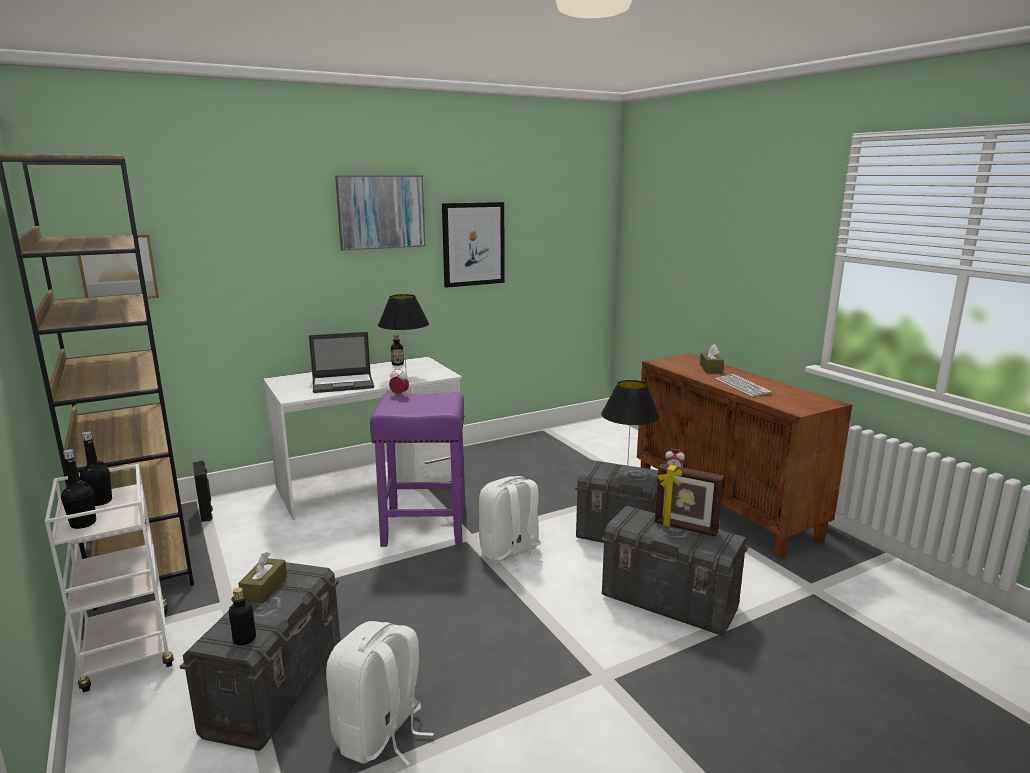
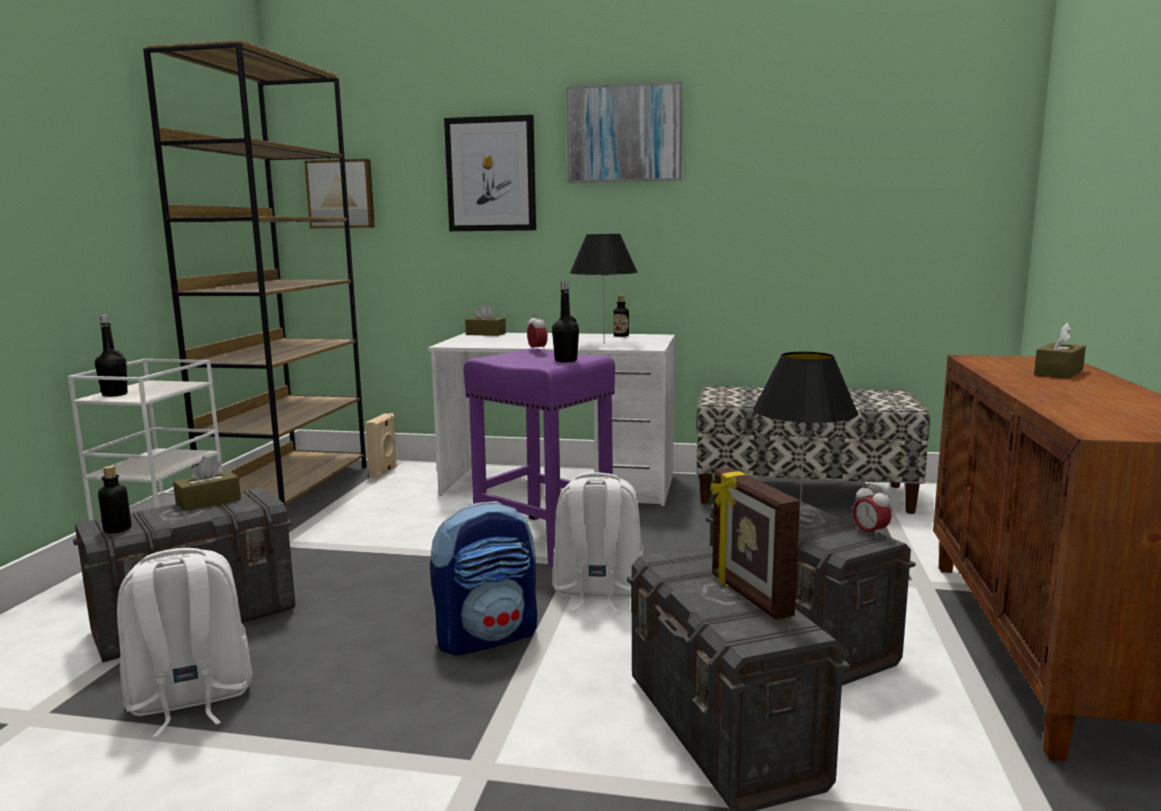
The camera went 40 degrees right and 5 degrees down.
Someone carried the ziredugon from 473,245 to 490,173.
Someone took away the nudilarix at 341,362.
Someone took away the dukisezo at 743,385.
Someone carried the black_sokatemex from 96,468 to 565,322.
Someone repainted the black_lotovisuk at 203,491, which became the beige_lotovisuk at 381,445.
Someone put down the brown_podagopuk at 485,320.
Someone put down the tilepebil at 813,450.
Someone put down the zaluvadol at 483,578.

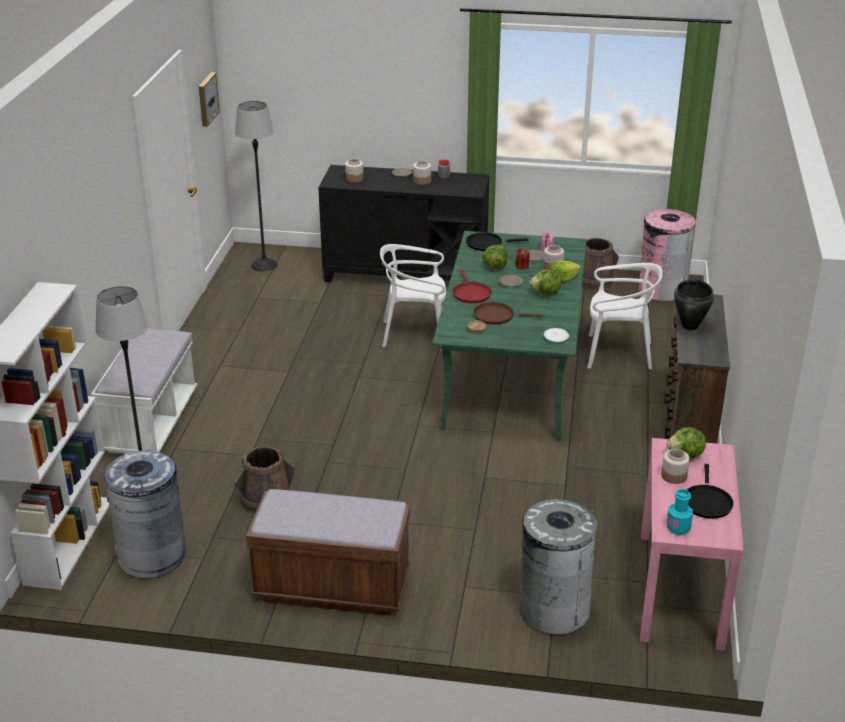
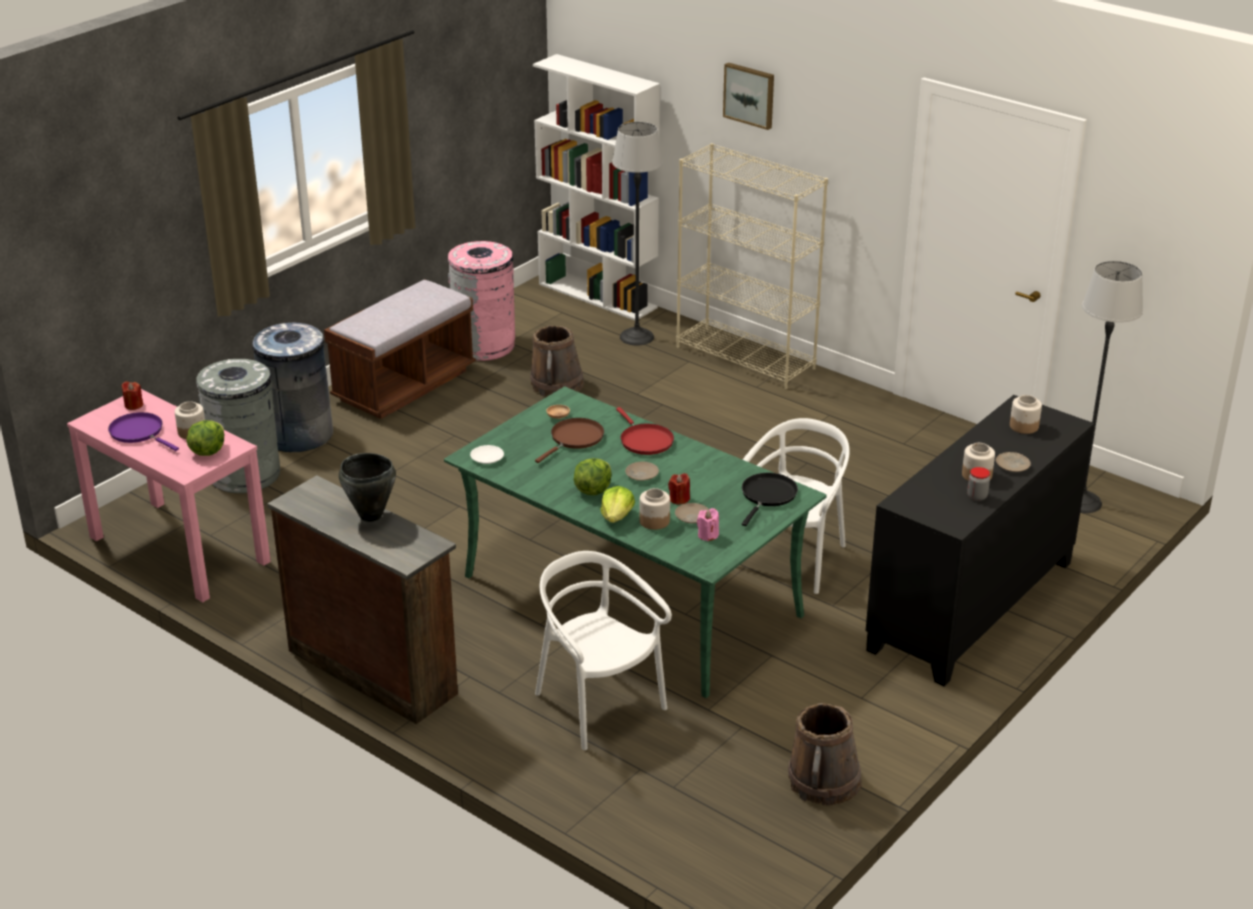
The camera went 120 degrees right and 0 degrees up.
Someone carried the ziredugon from 209,99 to 748,96.
Someone carried the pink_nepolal from 667,255 to 481,301.
Someone took away the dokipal at 495,257.
Someone rotated the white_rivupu at 624,316 by 105 degrees clockwise.
Someone rotated the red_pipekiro at 472,286 by 135 degrees counterclockwise.
Someone swapped the white_tilepebil at 143,391 for the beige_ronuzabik at 752,266.
Someone carried the grey_nepolal from 144,514 to 292,387.
Someone repainted the black_pipekiro at 710,491, which became the purple_pipekiro at 143,431.
Someone swapped the turquoise_sokatemex at 680,512 for the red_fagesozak at 132,395.

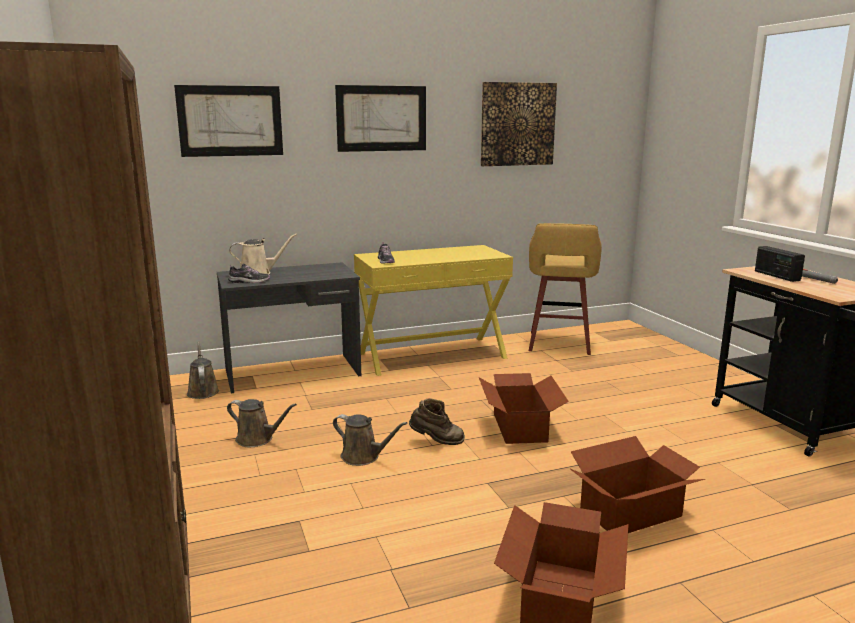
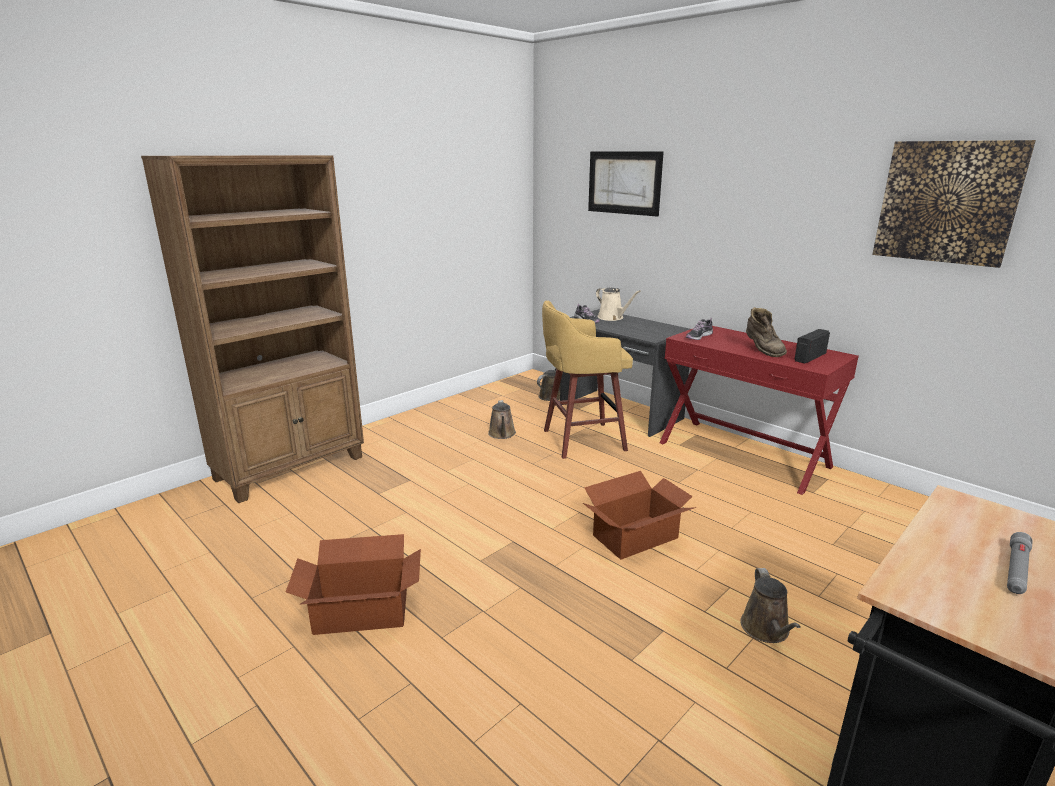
The camera went 65 degrees right and 5 degrees up.
Someone took away the ziredugon at 380,118.
Someone carried the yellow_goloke from 565,289 to 587,379.
Someone repainted the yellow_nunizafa at 433,310, which became the red_nunizafa at 759,410.
Someone carried the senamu from 780,264 to 812,346.
Someone carried the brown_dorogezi from 437,421 to 766,332.
Someone carried the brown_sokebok from 370,440 to 770,605.
Someone took away the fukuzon at 637,484.

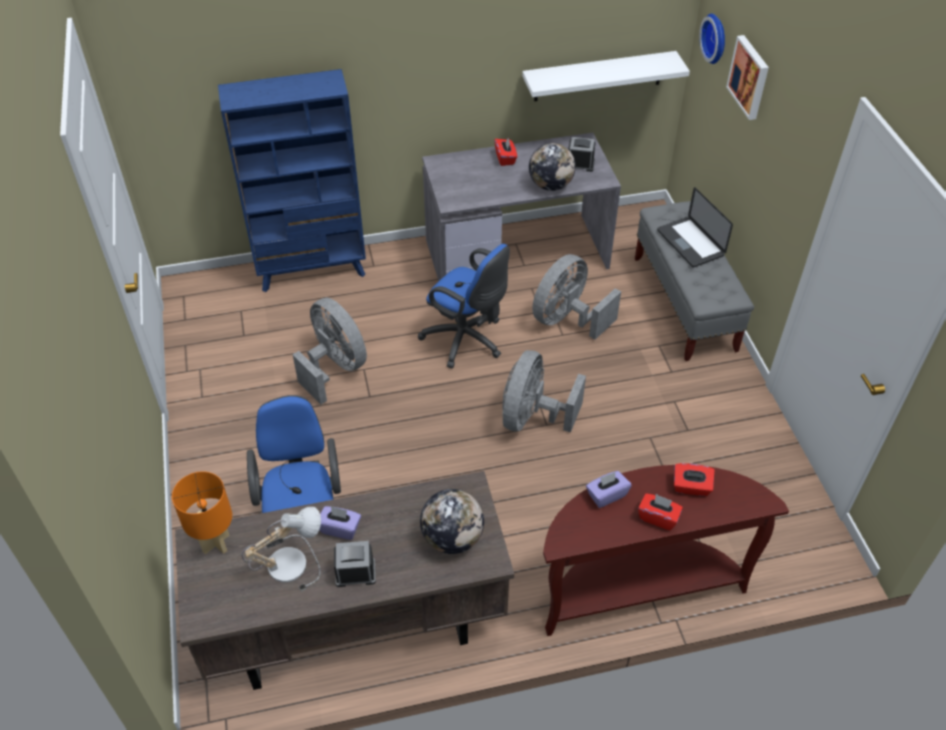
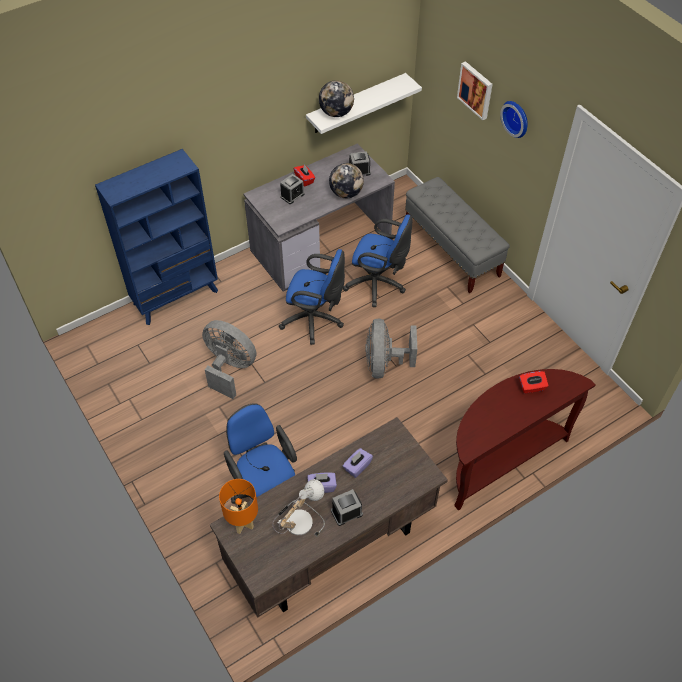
The camera went 20 degrees left and 5 degrees up.
Someone carried the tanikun from 712,39 to 514,119.
Someone took away the nudilarix at 695,227.
Someone swapped the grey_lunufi at 576,297 for the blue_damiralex at 377,260.
Someone carried the purple_podagopuk from 608,489 to 358,463.
Someone carried the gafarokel from 452,521 to 336,98.
Someone took away the red_podagopuk at 660,511.
Someone put down the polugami at 292,189.

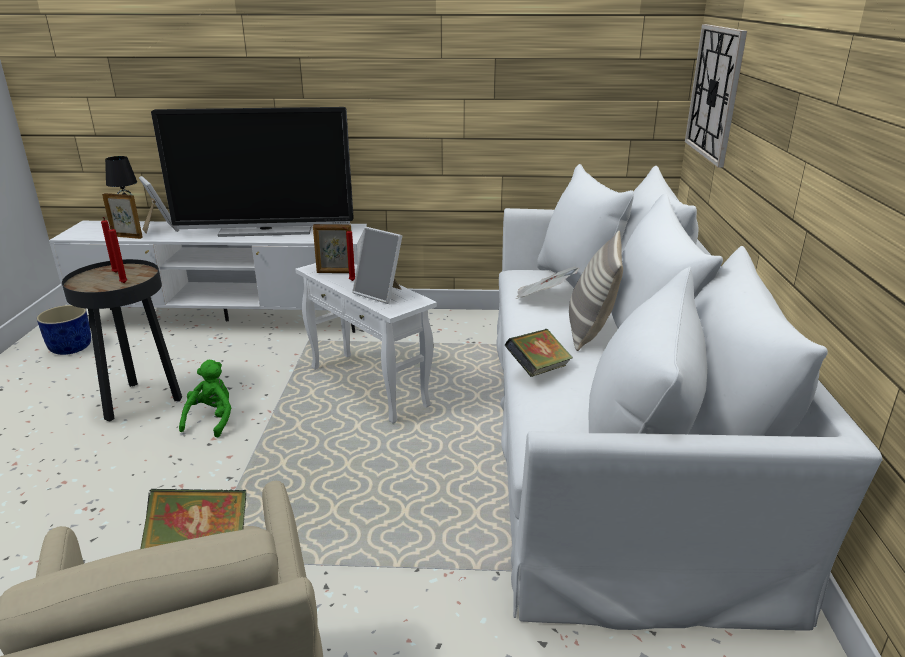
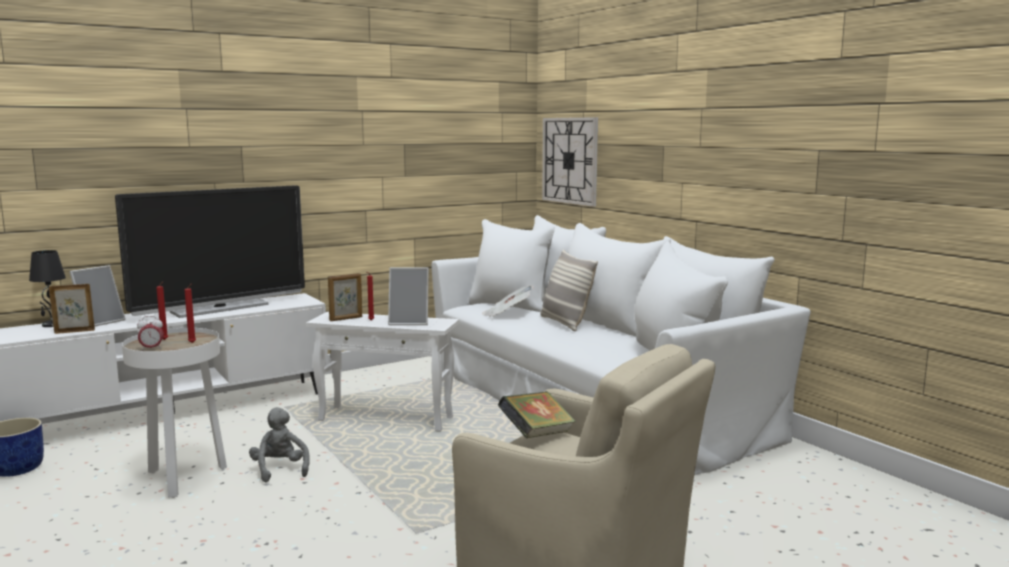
The camera went 35 degrees left and 15 degrees down.
Someone rotated the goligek at 159,205 by 105 degrees clockwise.
Someone repainted the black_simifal at 122,340, which became the white_simifal at 174,413.
Someone took away the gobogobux at 539,353.
Someone repainted the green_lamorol at 205,398, which became the grey_lamorol at 279,444.
Someone put down the polugami at 150,333.

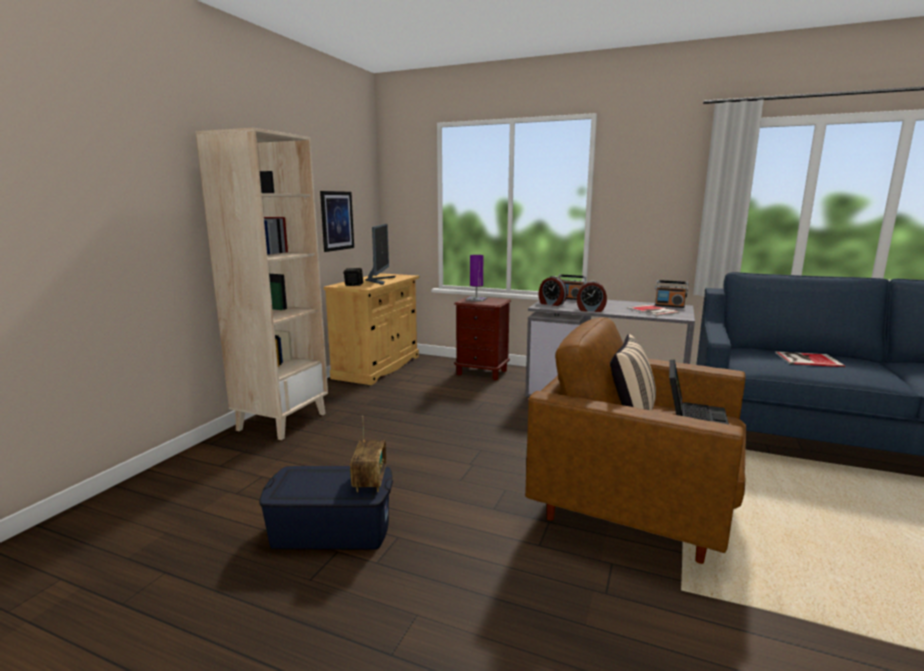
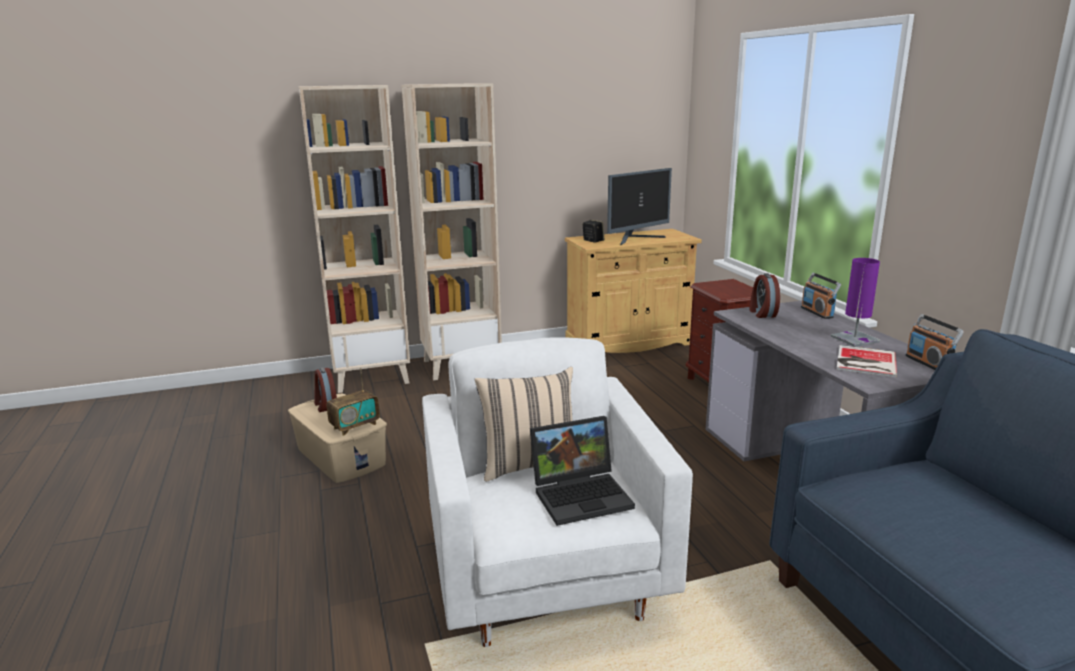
The camera went 50 degrees right and 5 degrees up.
Someone took away the ziredugon at 337,221.
Someone carried the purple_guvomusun from 476,278 to 855,302.
Someone carried the polugami from 592,296 to 325,389.
Someone repainted the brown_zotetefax at 635,440, which became the white_zotetefax at 557,492.
Someone took away the gobogobux at 810,359.
Someone repainted the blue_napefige at 326,508, which became the beige_napefige at 337,438.
Someone put down the beige_ronuzabik at 354,239.

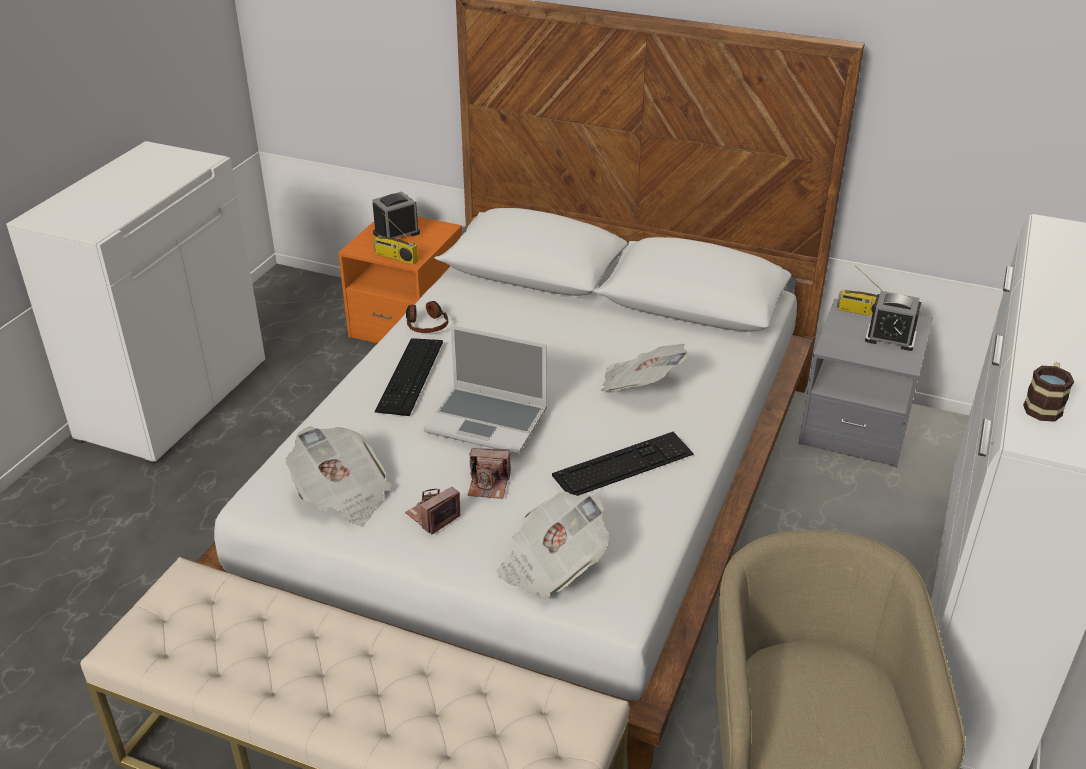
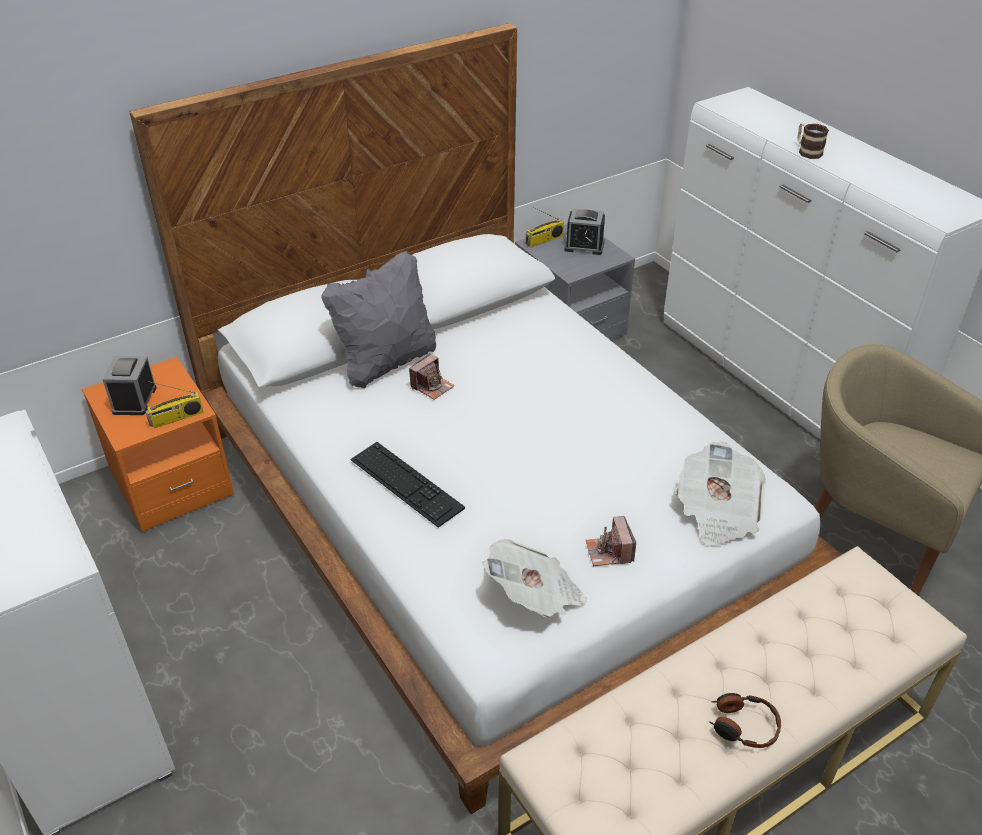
The camera went 55 degrees left and 5 degrees up.
Someone rotated the polugami at 893,321 by 45 degrees clockwise.
Someone carried the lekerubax from 427,317 to 744,720.
Someone took away the nudilarix at 485,389.
Someone took away the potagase at 644,367.
Someone carried the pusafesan from 1048,392 to 813,141.
Someone took away the dukisezo at 623,464.
Someone carried the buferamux from 489,473 to 432,376.
Someone put down the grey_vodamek at 378,319.

